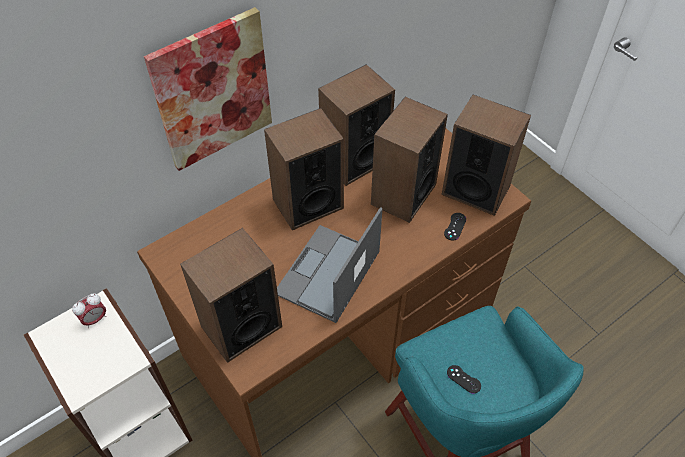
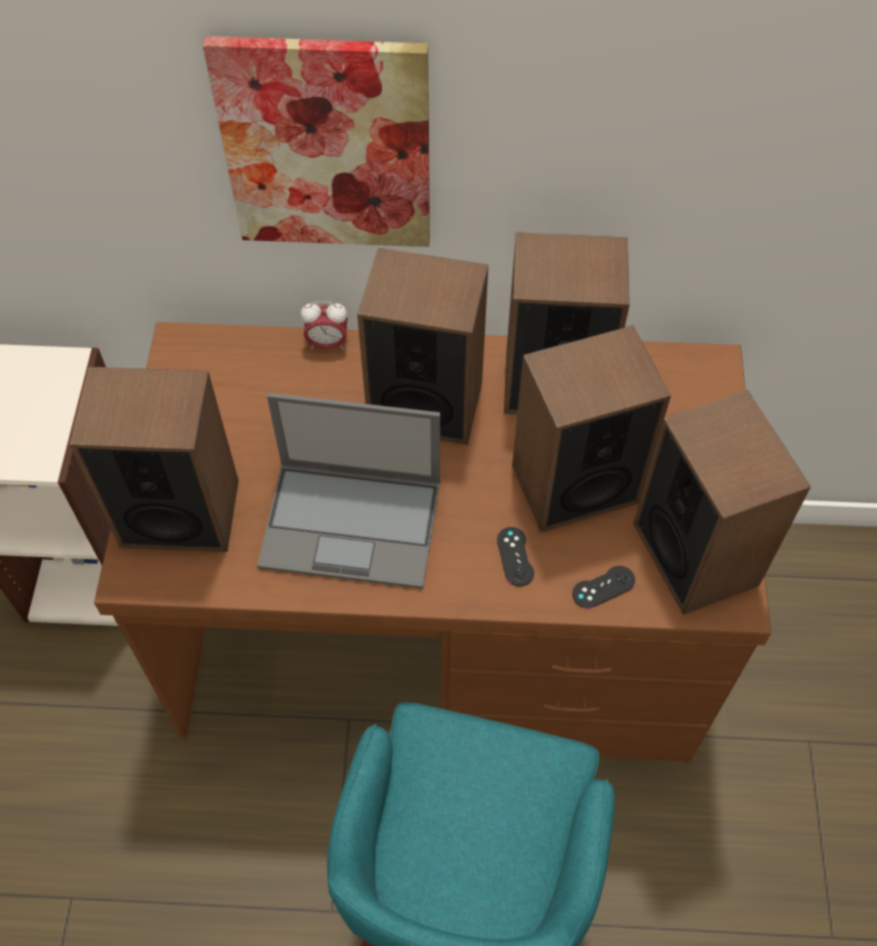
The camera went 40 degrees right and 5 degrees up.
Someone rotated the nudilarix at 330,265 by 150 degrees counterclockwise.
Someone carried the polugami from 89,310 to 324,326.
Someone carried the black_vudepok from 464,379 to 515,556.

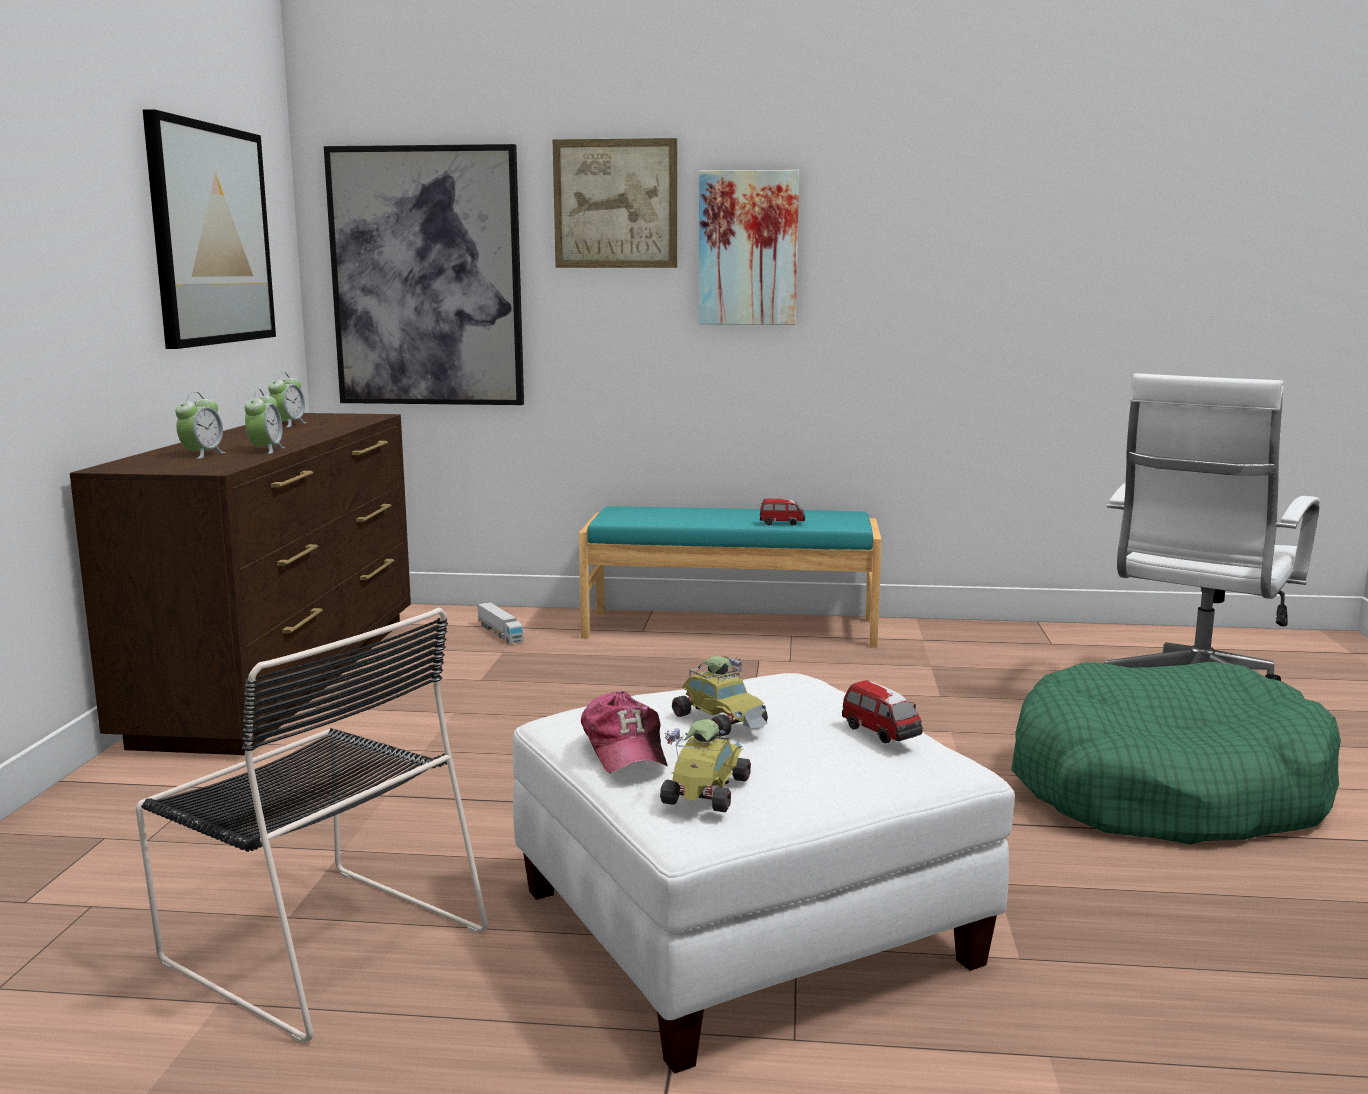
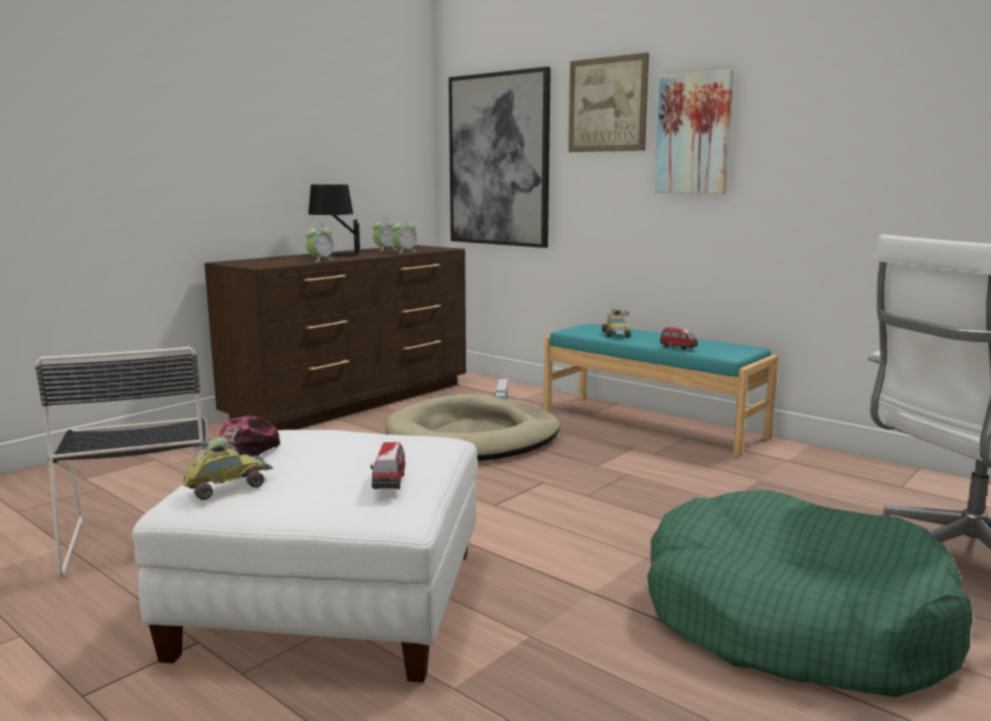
The camera went 35 degrees right and 0 degrees up.
Someone took away the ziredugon at 209,229.
Someone carried the polugami from 200,425 to 404,235.
Someone carried the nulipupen from 720,696 to 616,322.
Someone put down the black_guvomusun at 334,220.
Someone put down the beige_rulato at 472,427.

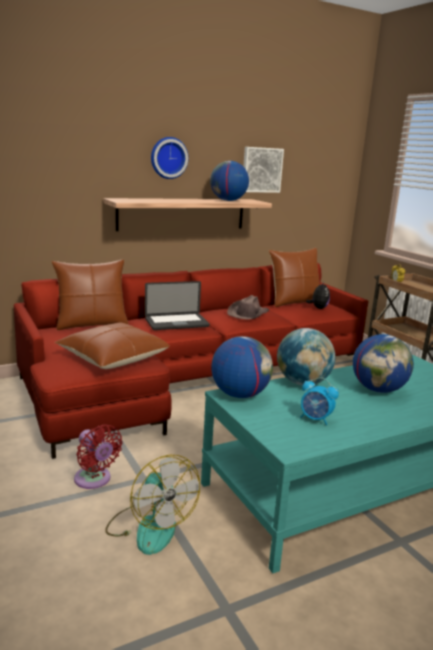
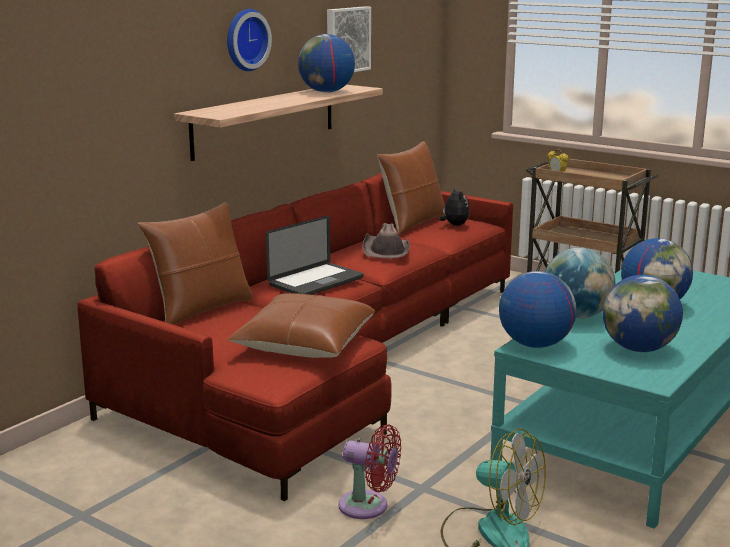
The camera went 25 degrees left and 0 degrees up.
Someone swapped the polugami at 319,401 for the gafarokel at 642,313.

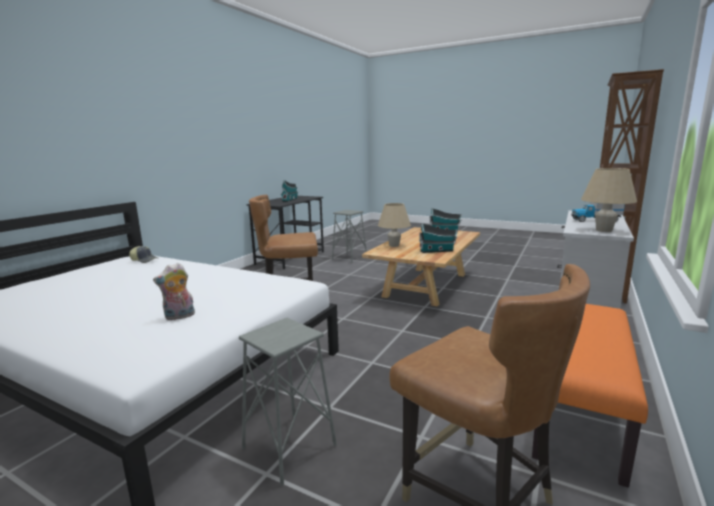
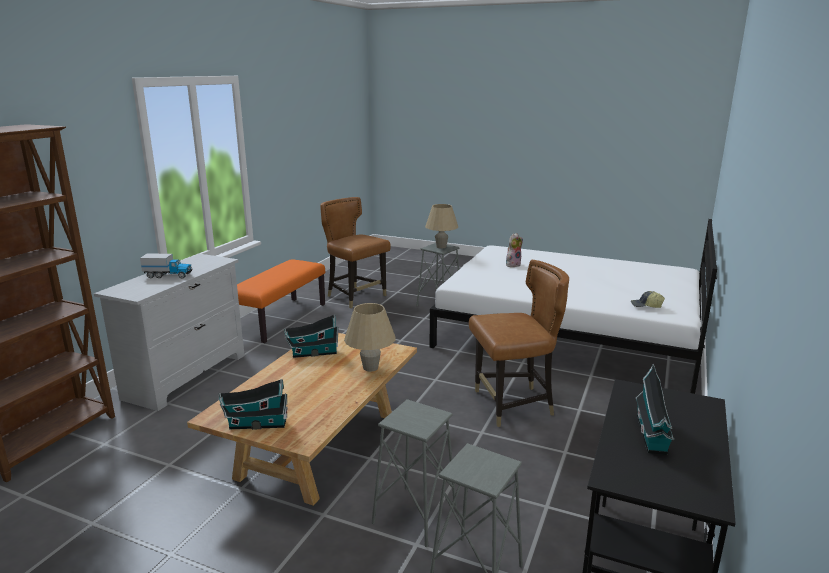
The camera went 175 degrees right and 5 degrees up.
Someone carried the beige_guvomusun from 609,200 to 441,226.
Someone put down the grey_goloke at 414,473.

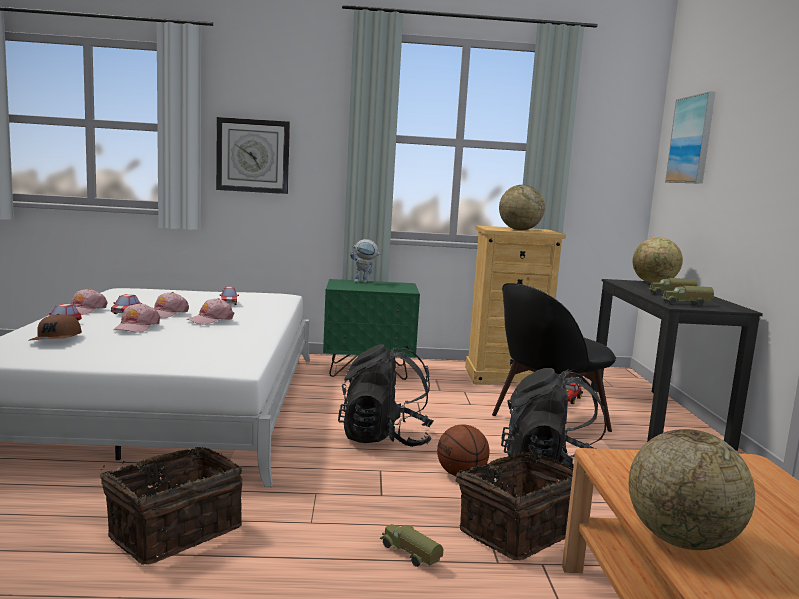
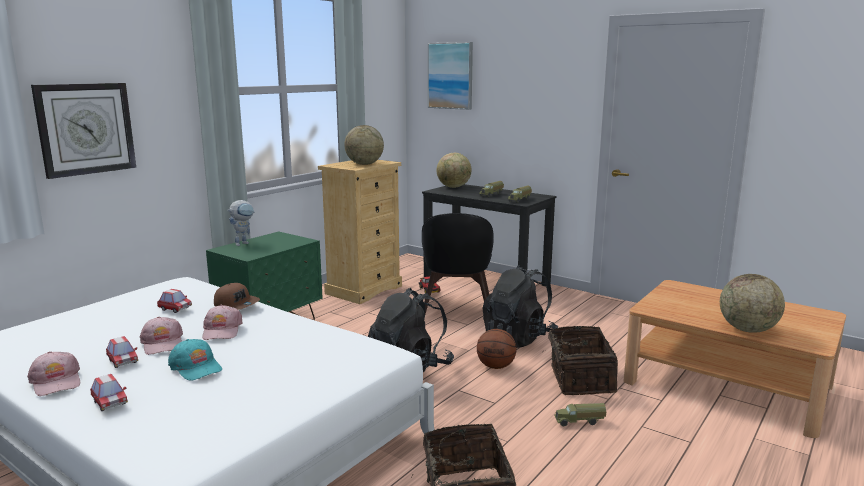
The camera went 50 degrees left and 5 degrees up.
Someone repainted the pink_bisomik at 136,318, which became the turquoise_bisomik at 195,360.
Someone carried the brown_bisomik from 55,327 to 237,296.

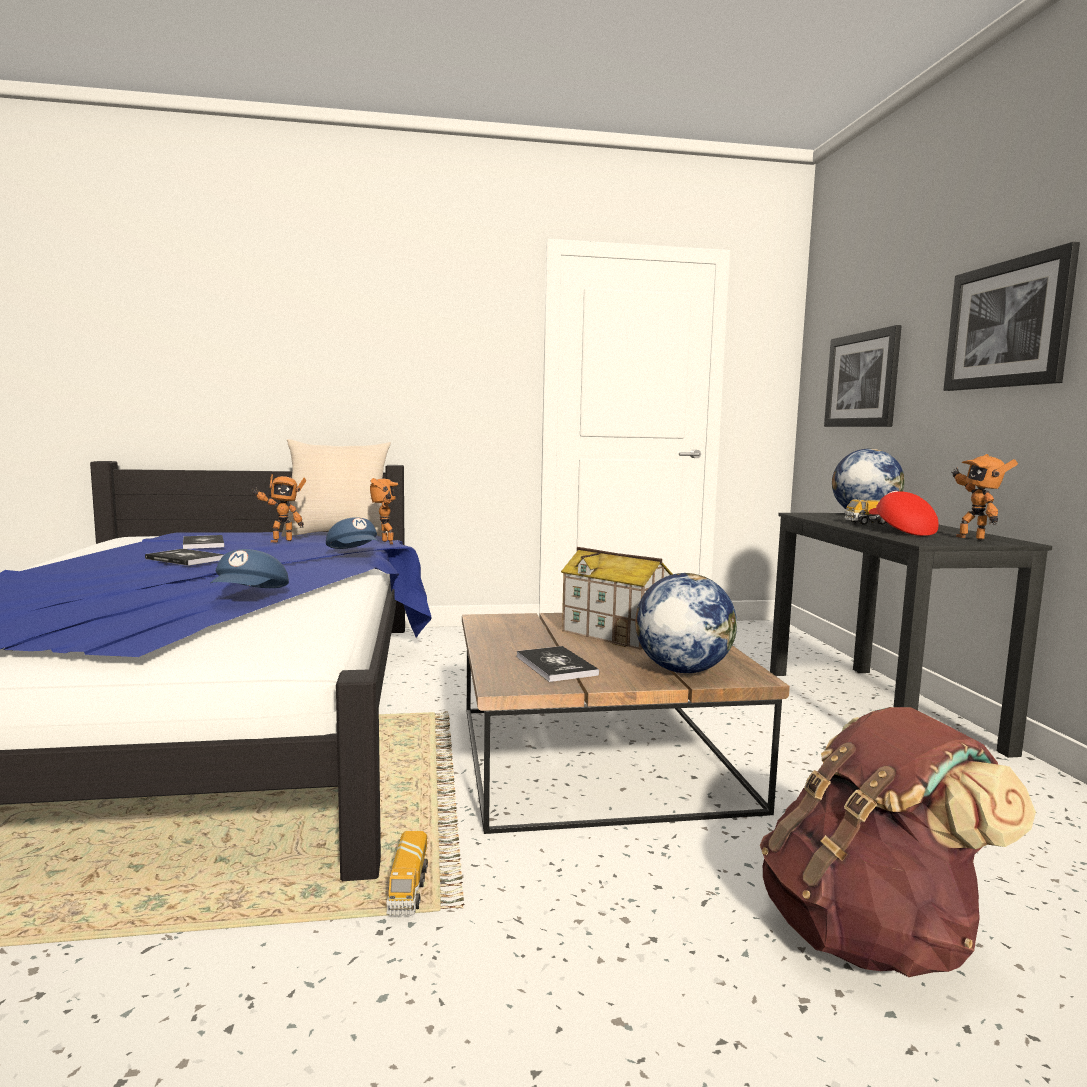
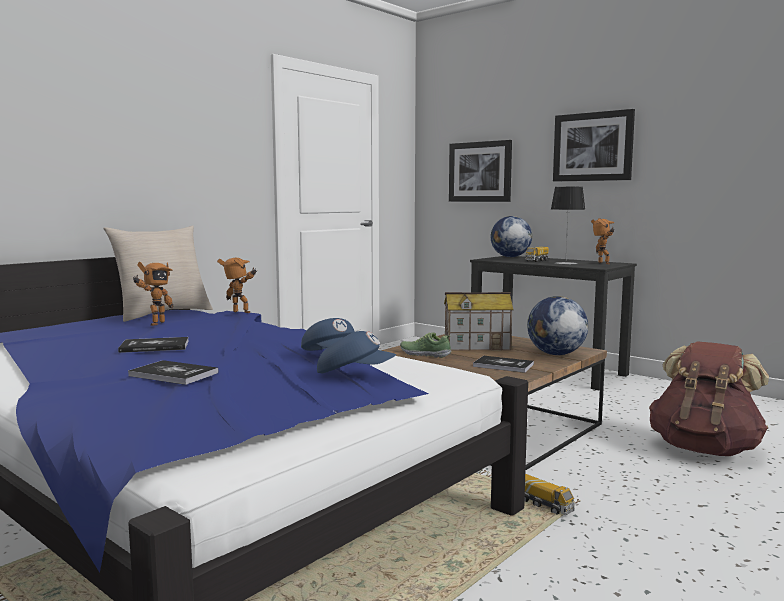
The camera went 40 degrees left and 0 degrees up.
Someone rotated the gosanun at 984,497 by 135 degrees counterclockwise.
Someone swapped the red_bisomik at 904,513 for the guvomusun at 568,226.
Someone carried the blue_bisomik from 352,533 to 356,352.
Someone carried the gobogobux from 203,542 to 173,372.
Someone put down the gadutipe at 426,345.

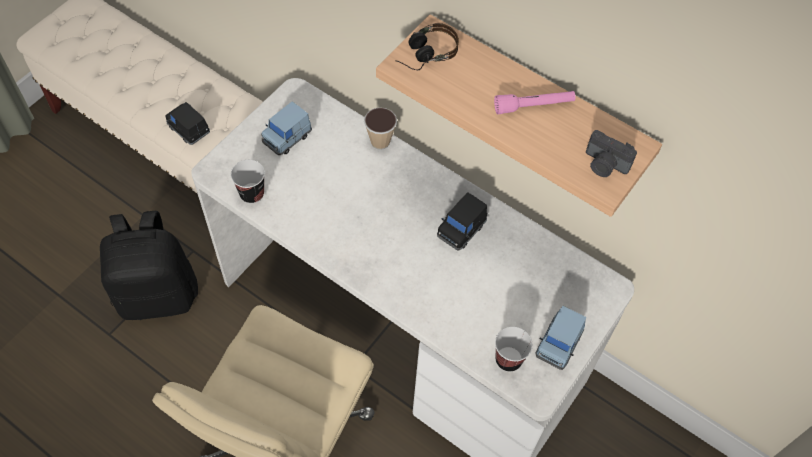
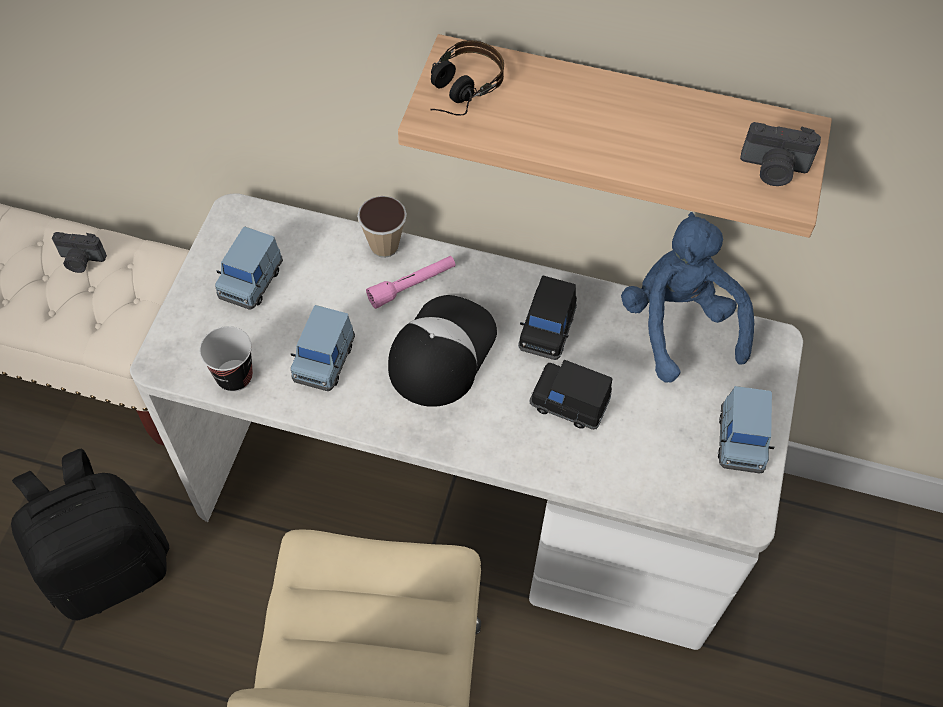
The camera went 20 degrees left and 0 degrees up.
Someone carried the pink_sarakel from 534,102 to 410,282.
Someone carried the black_nulipupen from 187,123 to 571,395.
Someone took away the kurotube at 514,349.
Someone put down the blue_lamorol at 687,297.
Someone put down the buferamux at 79,252.
Someone put down the bisomik at 442,351.
Someone put down the blue_nulipupen at 323,348.

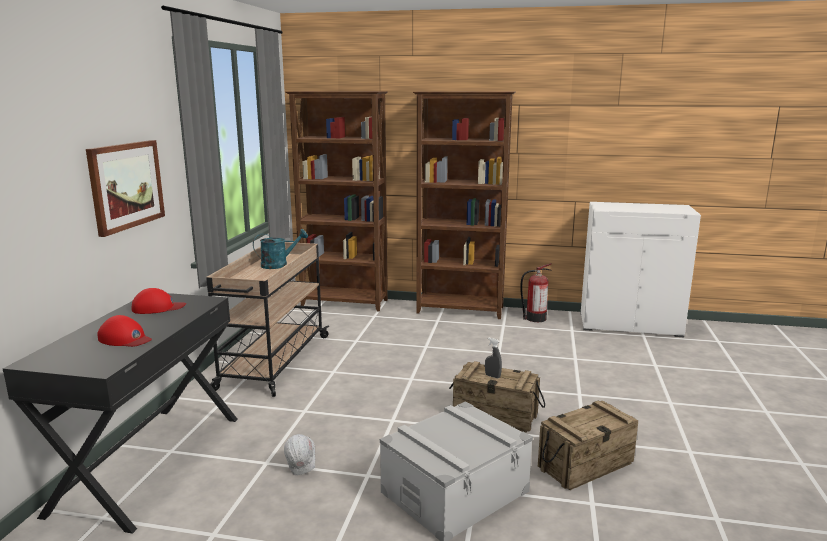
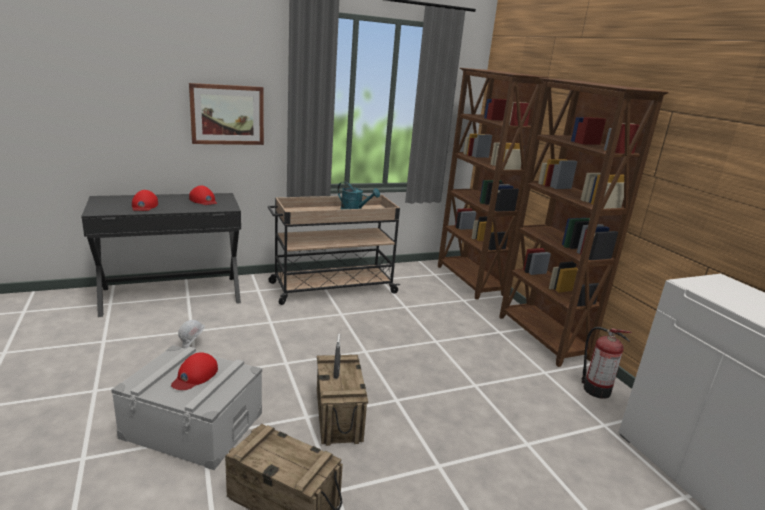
The camera went 55 degrees right and 5 degrees up.
Someone put down the red_bisomik at 194,371.

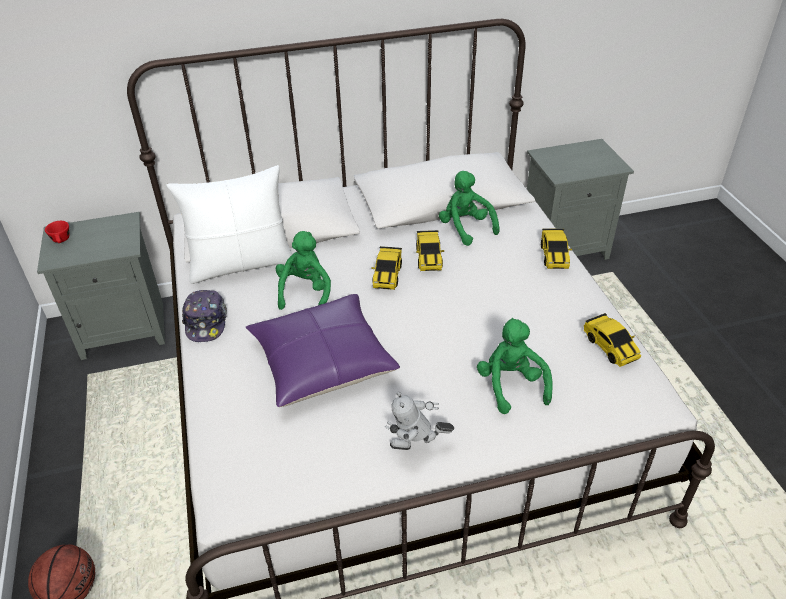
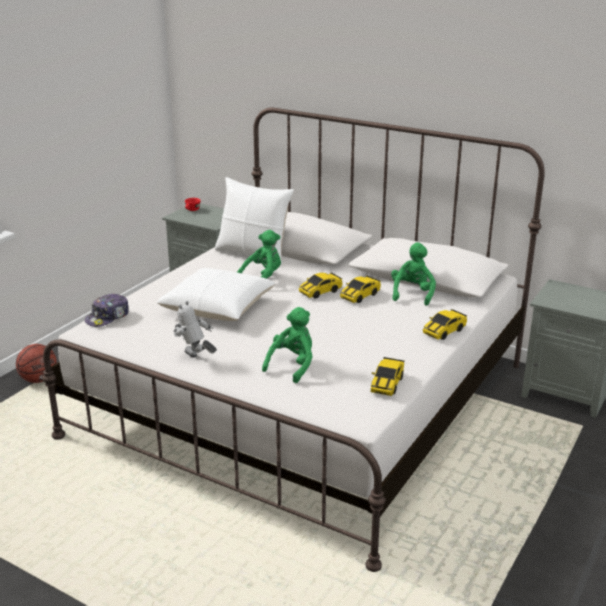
The camera went 45 degrees right and 15 degrees down.
Someone carried the bisomik from 204,316 to 107,310.
Someone repainted the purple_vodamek at 322,350, which became the white_vodamek at 216,294.

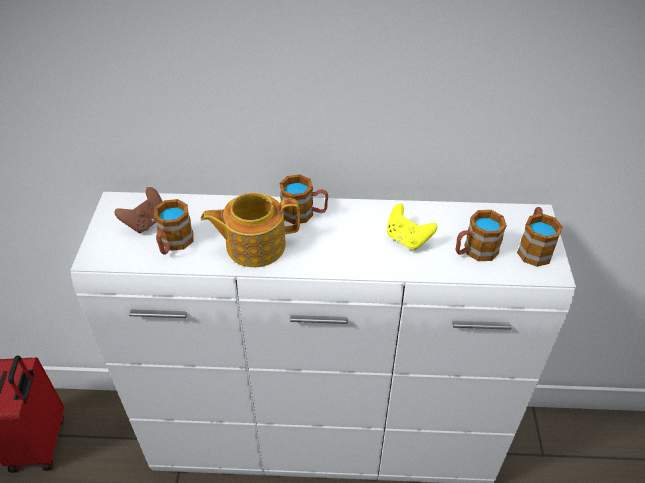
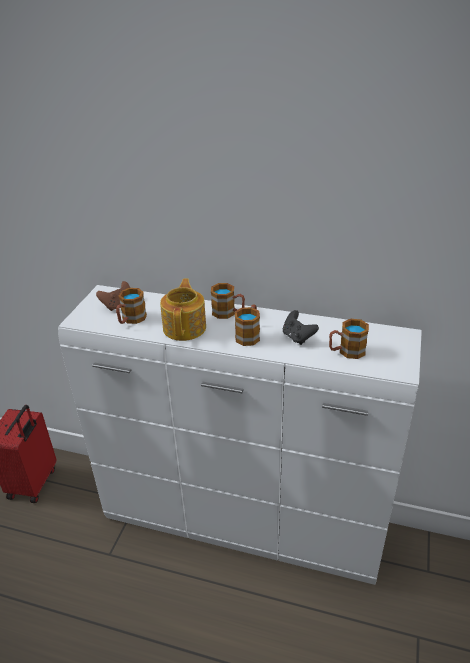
The camera went 15 degrees right and 10 degrees down.
Someone rotated the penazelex at 250,229 by 90 degrees clockwise.
Someone repainted the yellow_vudepok at 412,227, which became the black_vudepok at 301,327.
Someone carried the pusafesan from 540,237 to 247,325.

